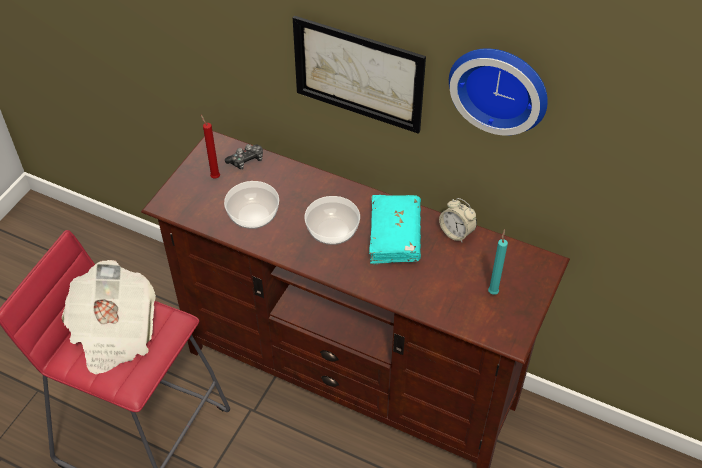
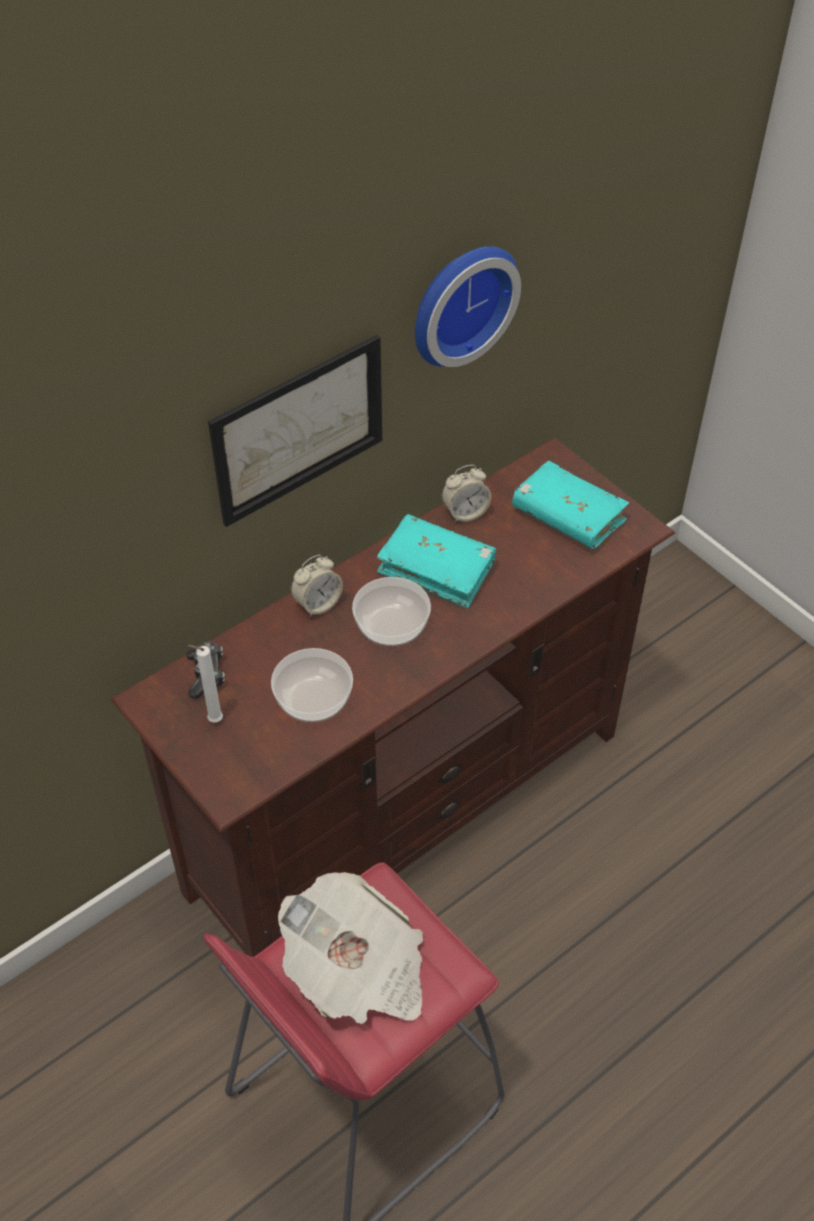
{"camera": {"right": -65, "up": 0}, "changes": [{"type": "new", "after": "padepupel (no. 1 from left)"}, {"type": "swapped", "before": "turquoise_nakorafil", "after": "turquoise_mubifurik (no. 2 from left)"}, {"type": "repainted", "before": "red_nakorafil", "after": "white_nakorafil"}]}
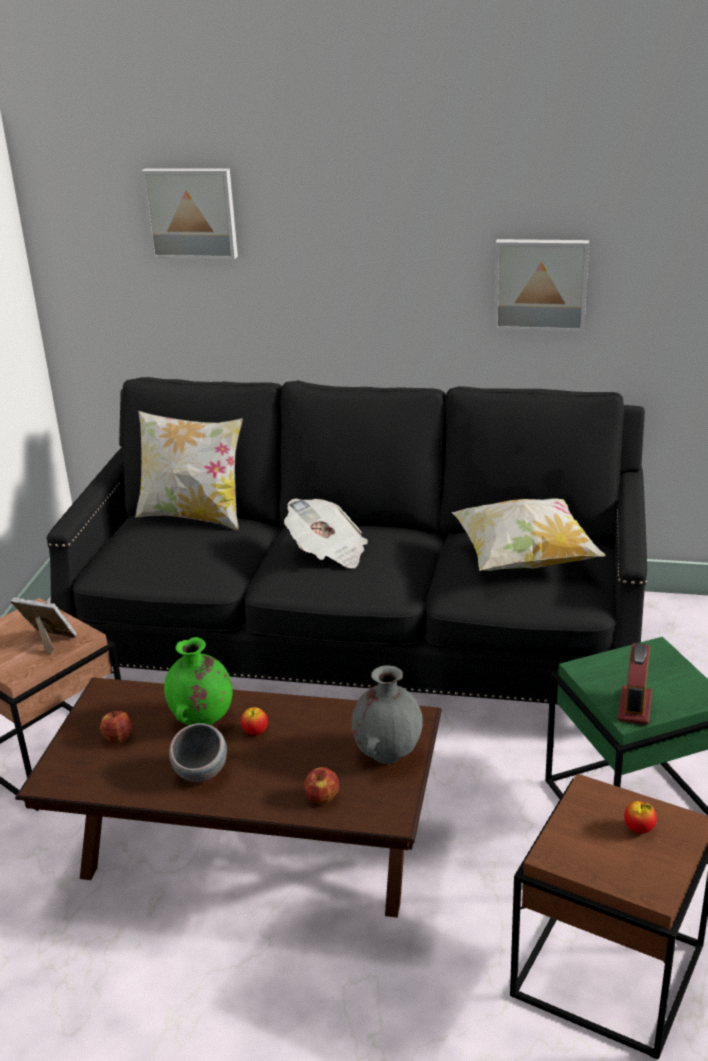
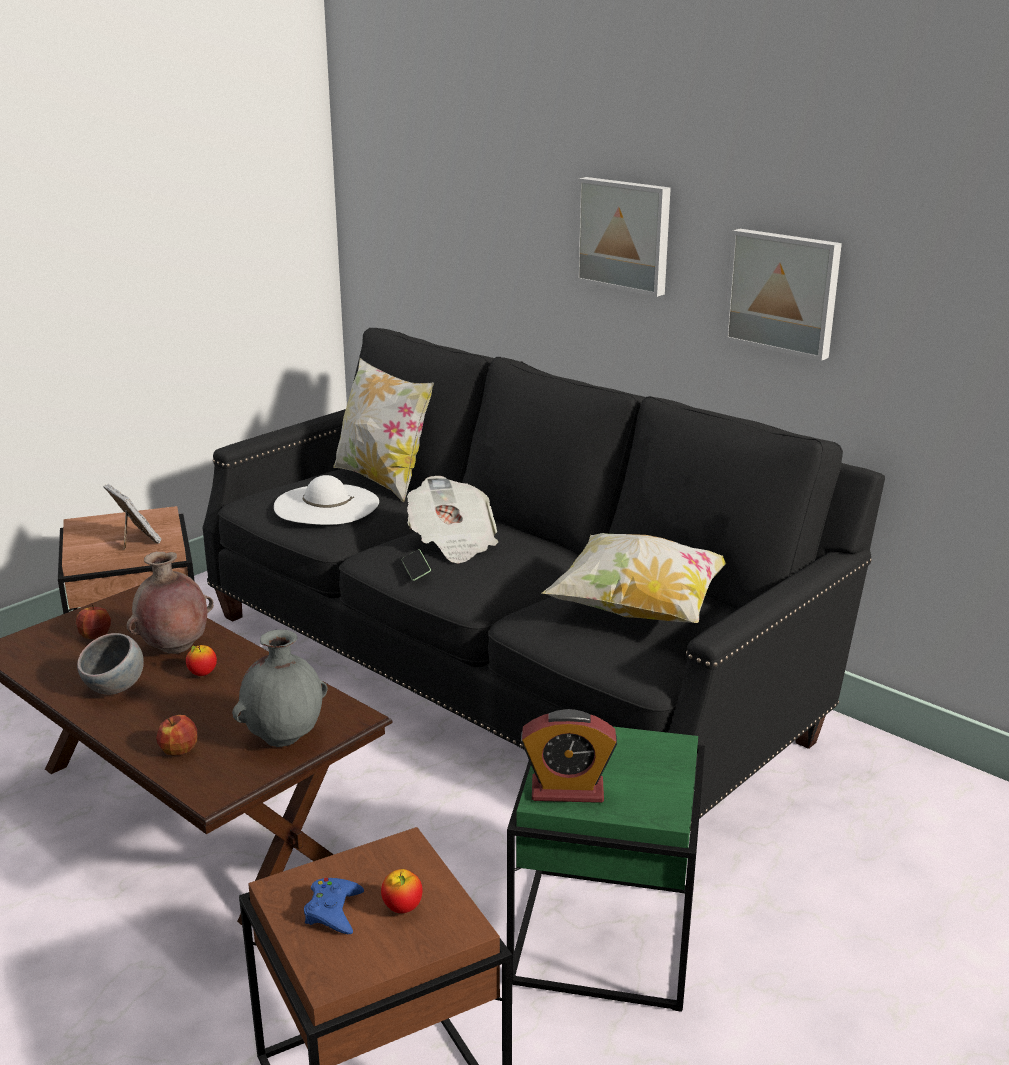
{"camera": {"right": 30, "up": -5}, "changes": [{"type": "new", "after": "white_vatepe"}, {"type": "new", "after": "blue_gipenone"}, {"type": "new", "after": "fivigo"}, {"type": "shifted", "before": "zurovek (no. 1 from left)"}, {"type": "repainted", "before": "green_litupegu", "after": "brown_litupegu"}, {"type": "rotated", "before": "padepupel", "turn": -135}]}
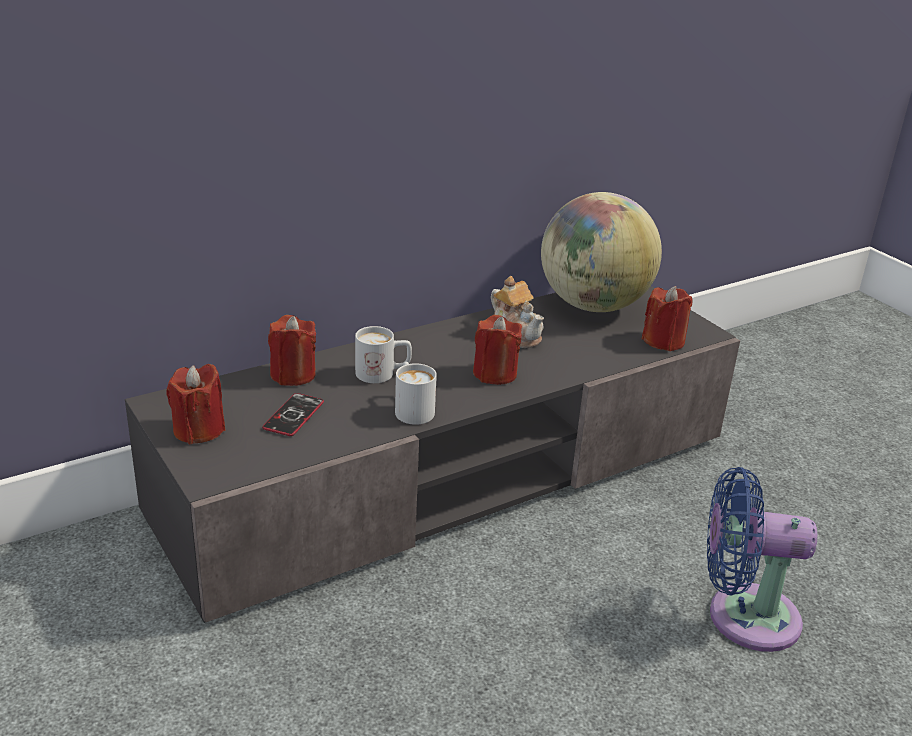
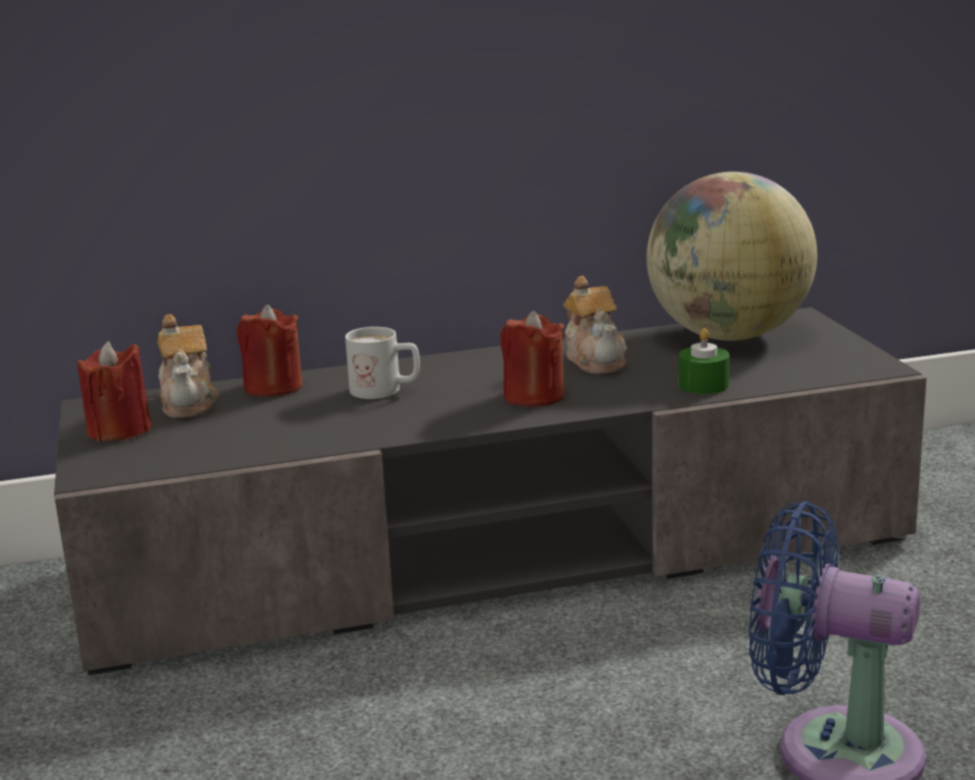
{"camera": {"right": 20, "up": -10}, "changes": [{"type": "gone", "before": "fivigo"}, {"type": "gone", "before": "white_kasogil (no. 2 from left)"}, {"type": "gone", "before": "red_nakorafil (no. 4 from left)"}, {"type": "new", "after": "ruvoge (no. 1 from left)"}, {"type": "new", "after": "green_nakorafil"}]}
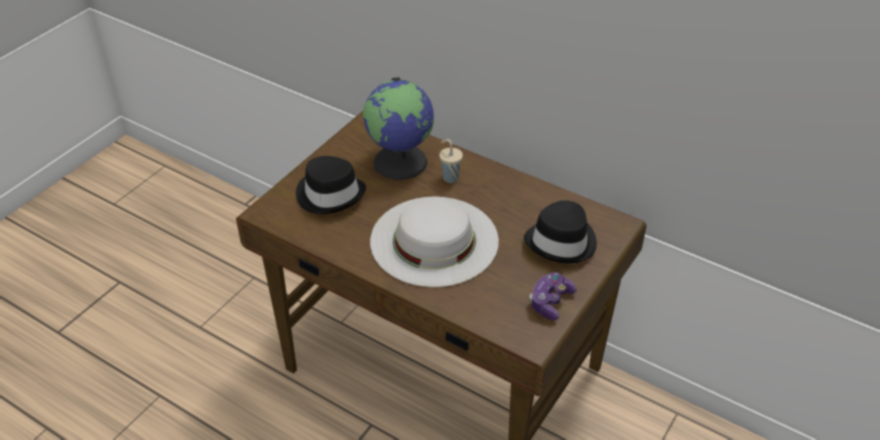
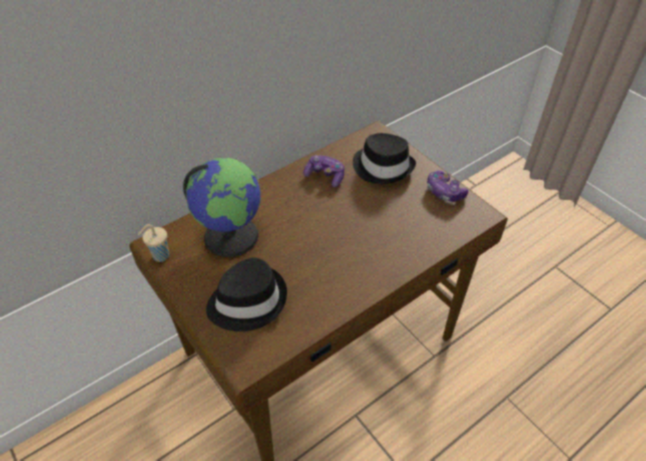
{"camera": {"right": -70, "up": 5}, "changes": [{"type": "gone", "before": "white_vatepe"}, {"type": "new", "after": "gipenone (no. 1 from left)"}, {"type": "shifted", "before": "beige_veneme"}]}
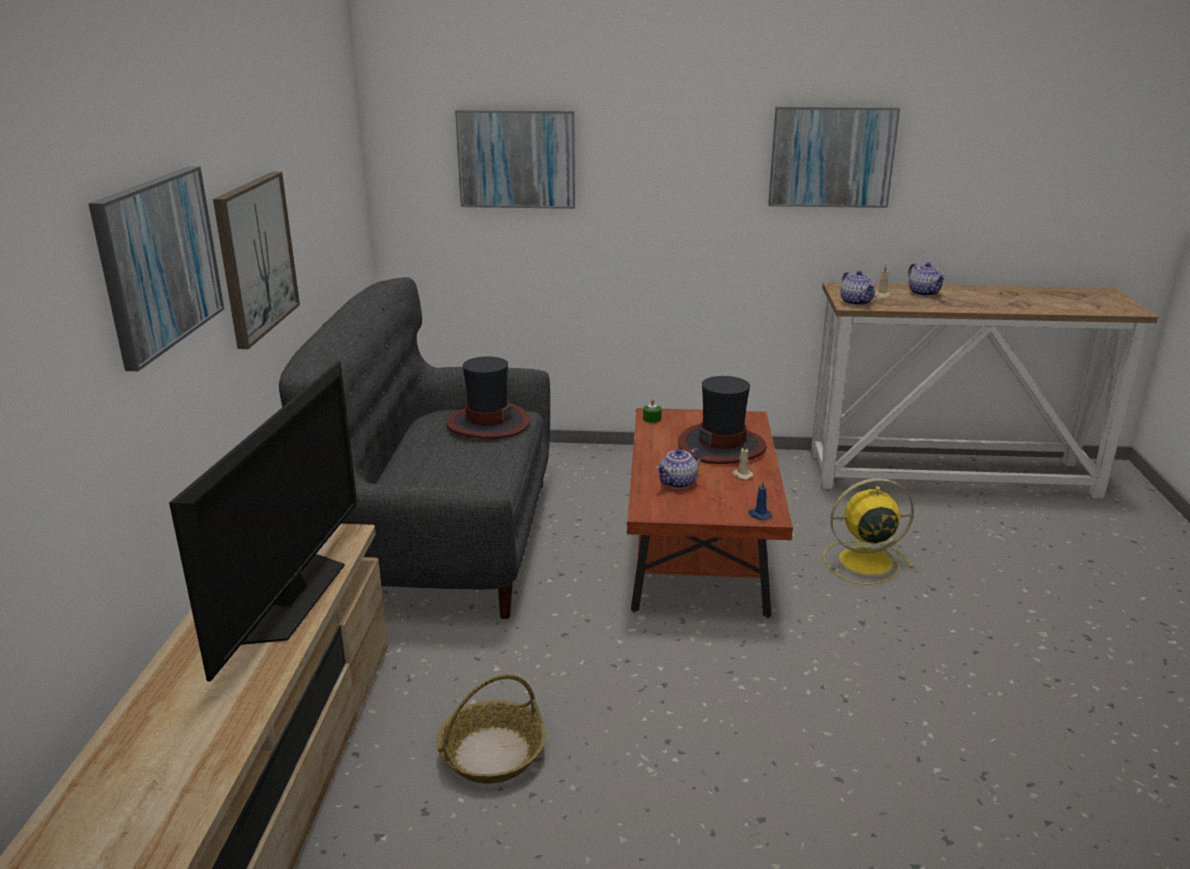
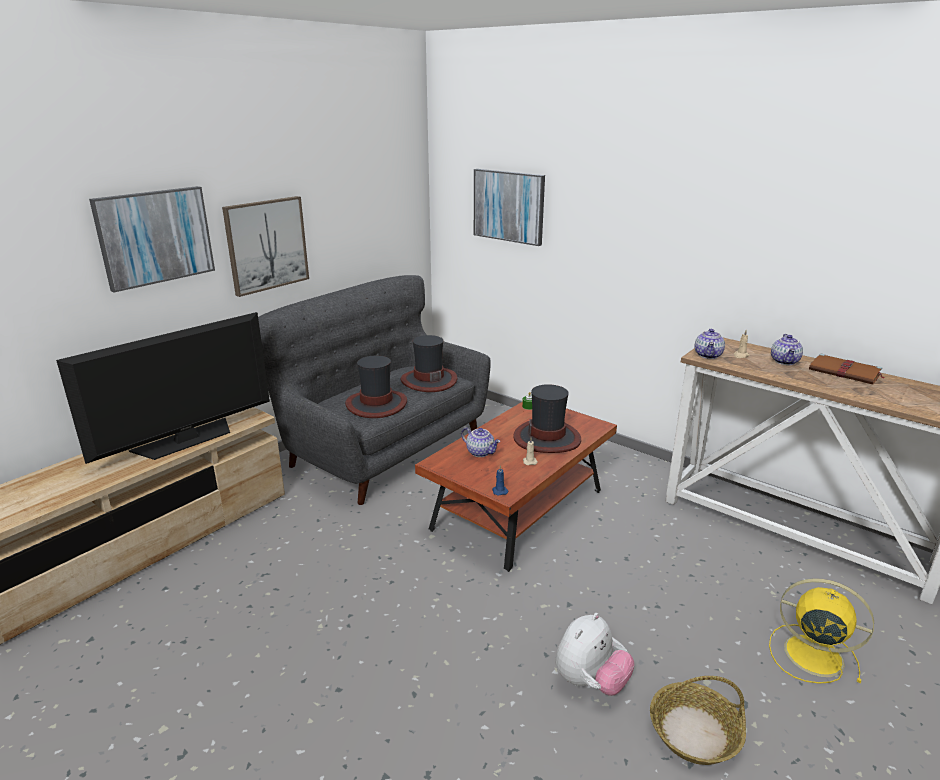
{"camera": {"right": 35, "up": 0}, "changes": [{"type": "gone", "before": "zurovek (no. 4 from left)"}, {"type": "new", "after": "vatepe (no. 1 from left)"}, {"type": "new", "after": "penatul"}, {"type": "new", "after": "brown_mubifurik"}, {"type": "shifted", "before": "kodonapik"}, {"type": "shifted", "before": "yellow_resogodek"}, {"type": "rotated", "before": "ruvoge (no. 1 from left)", "turn": -135}]}
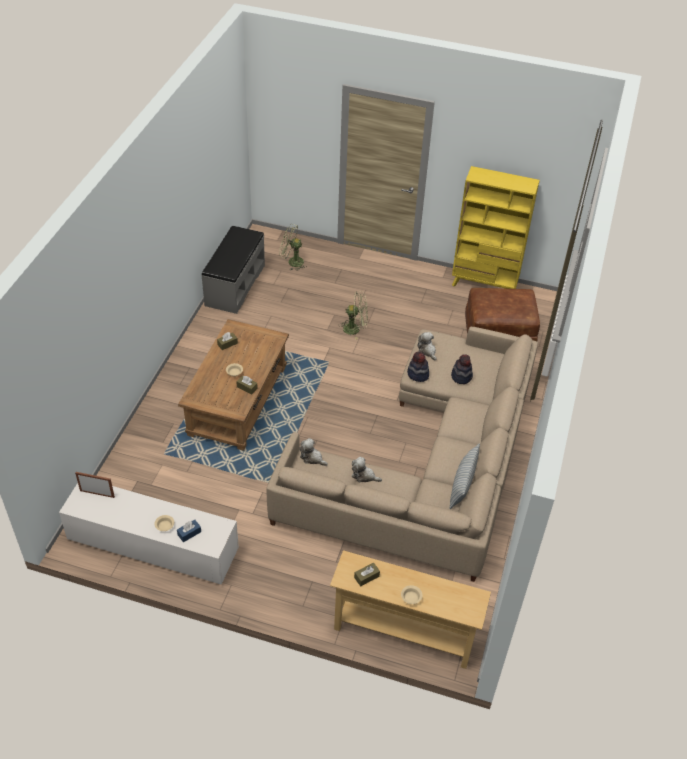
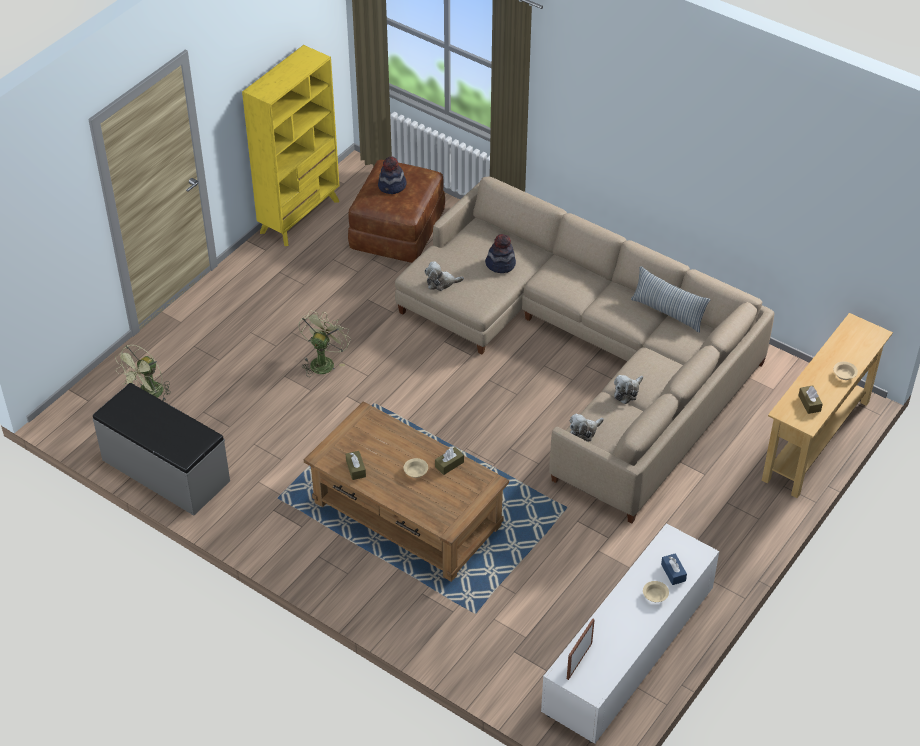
{"camera": {"right": -70, "up": 0}, "changes": [{"type": "shifted", "before": "vatepe (no. 1 from left)"}]}
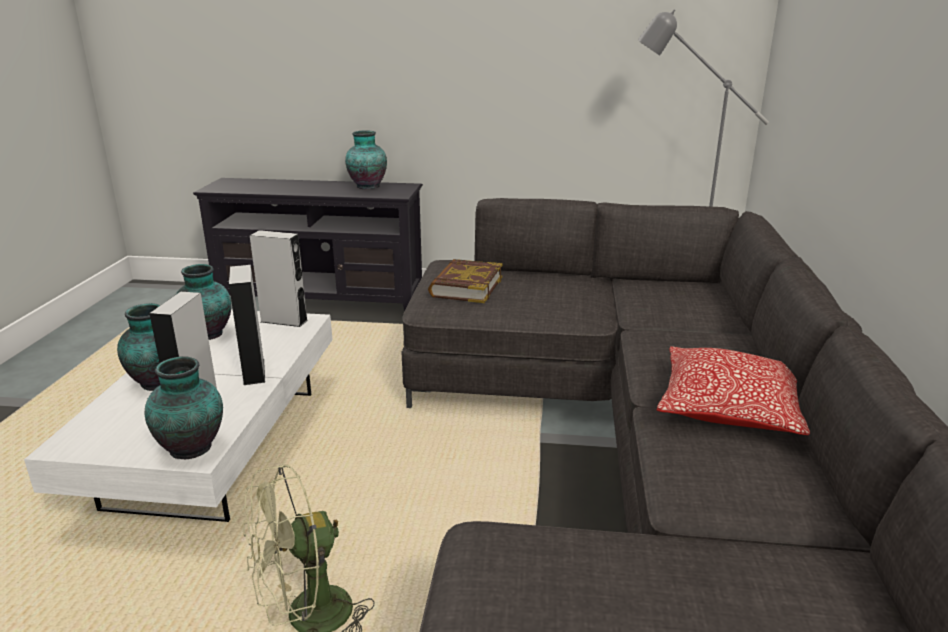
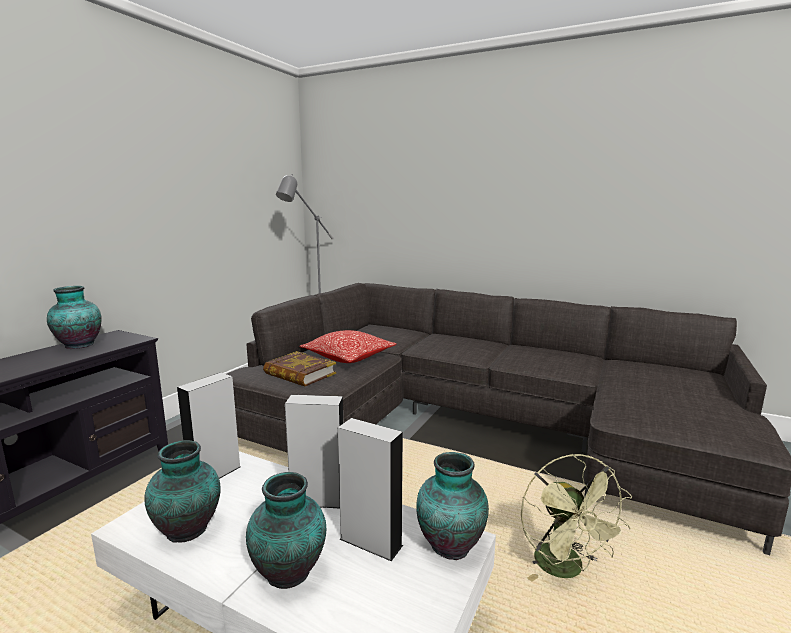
{"camera": {"right": -70, "up": -10}, "changes": [{"type": "shifted", "before": "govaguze"}]}
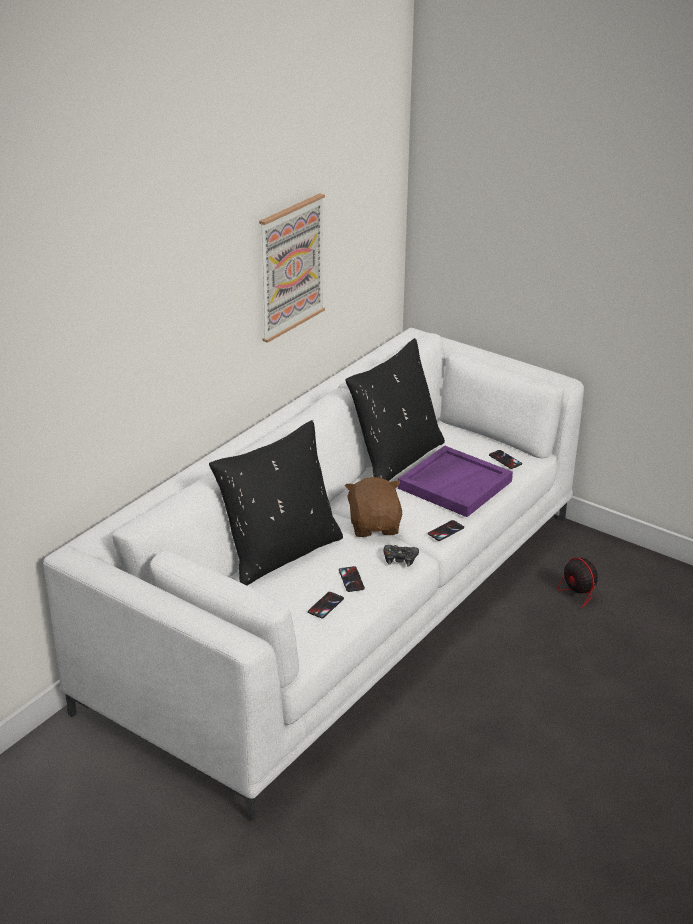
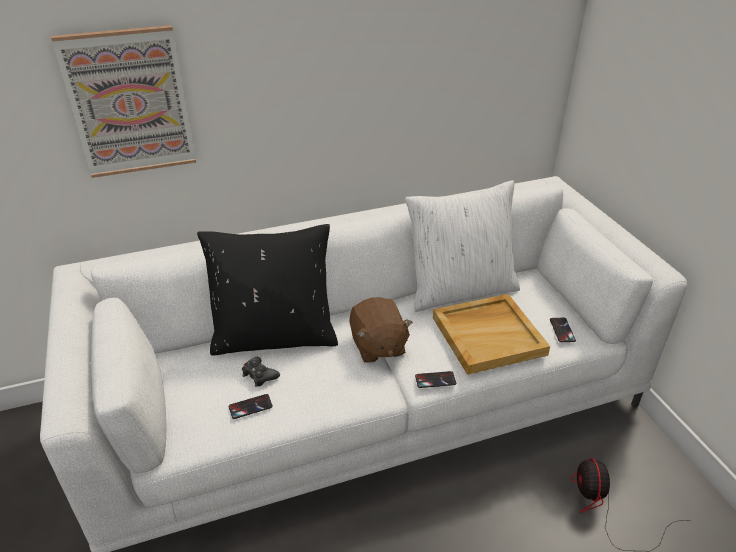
{"camera": {"right": 35, "up": 5}, "changes": [{"type": "gone", "before": "fivigo (no. 2 from left)"}, {"type": "shifted", "before": "zurovek"}, {"type": "shifted", "before": "black_gipenone"}, {"type": "repainted", "before": "black_govaguze (no. 2 from left)", "after": "white_govaguze"}, {"type": "repainted", "before": "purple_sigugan", "after": "beige_sigugan"}, {"type": "rotated", "before": "brown_penatul", "turn": 135}]}
